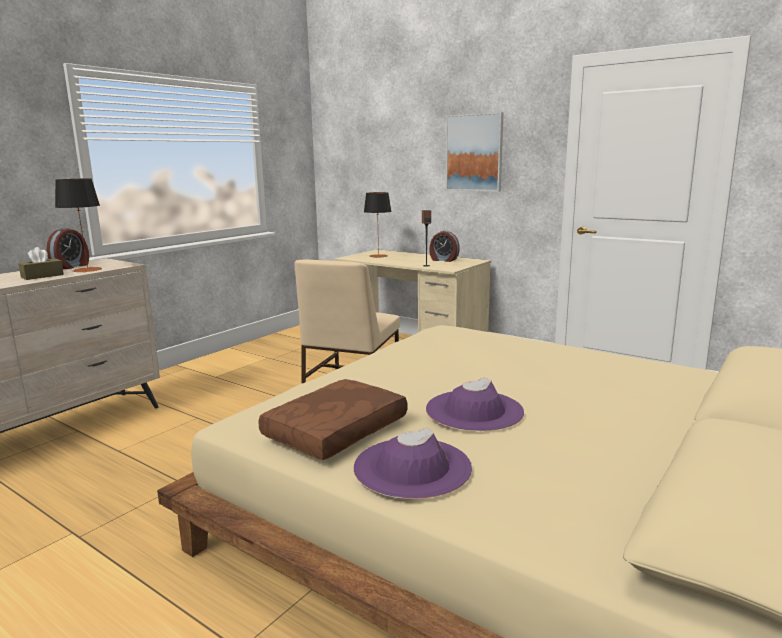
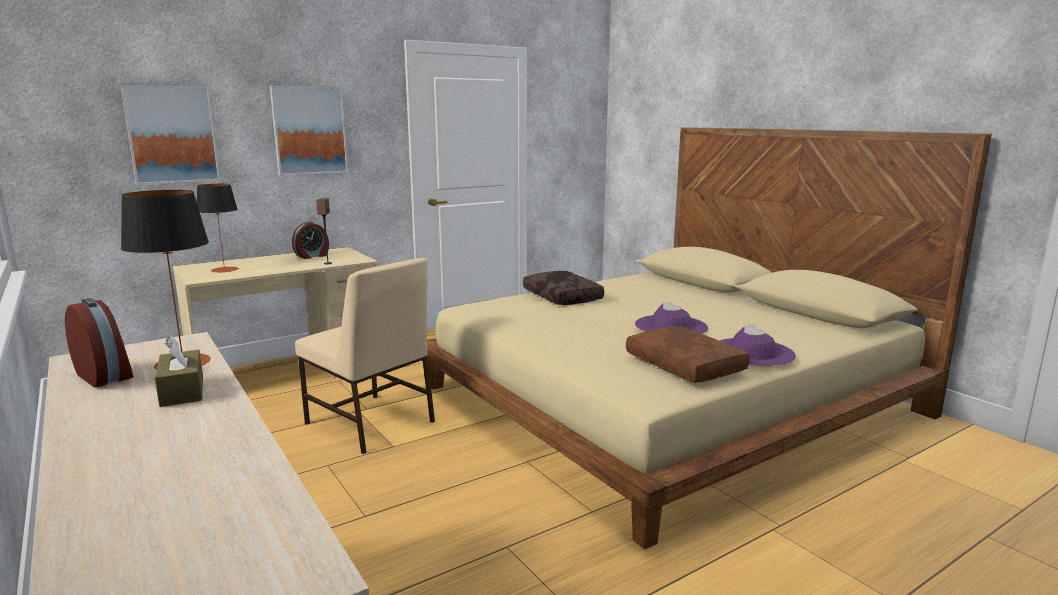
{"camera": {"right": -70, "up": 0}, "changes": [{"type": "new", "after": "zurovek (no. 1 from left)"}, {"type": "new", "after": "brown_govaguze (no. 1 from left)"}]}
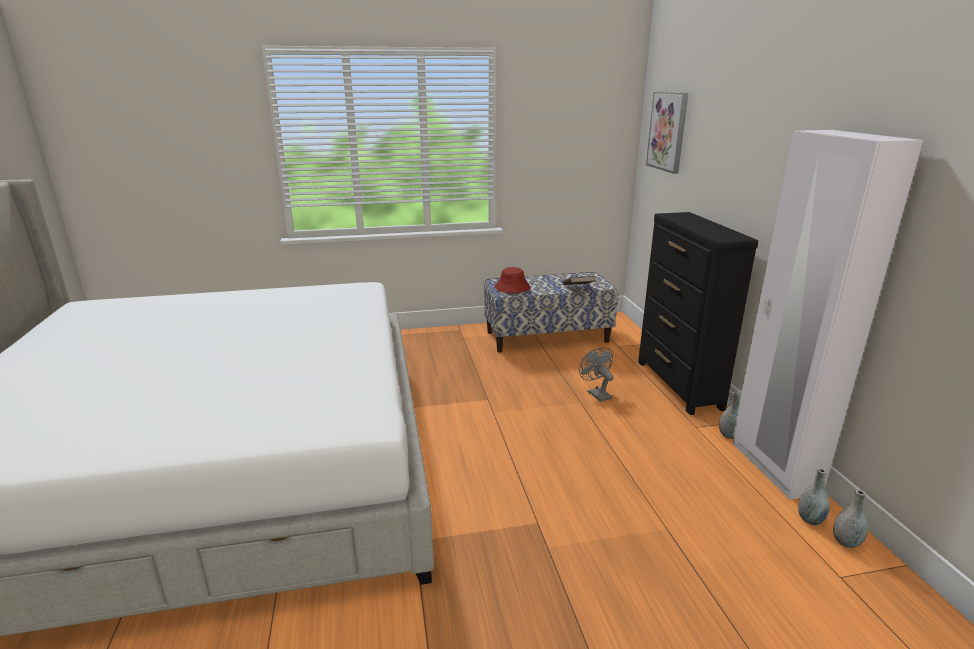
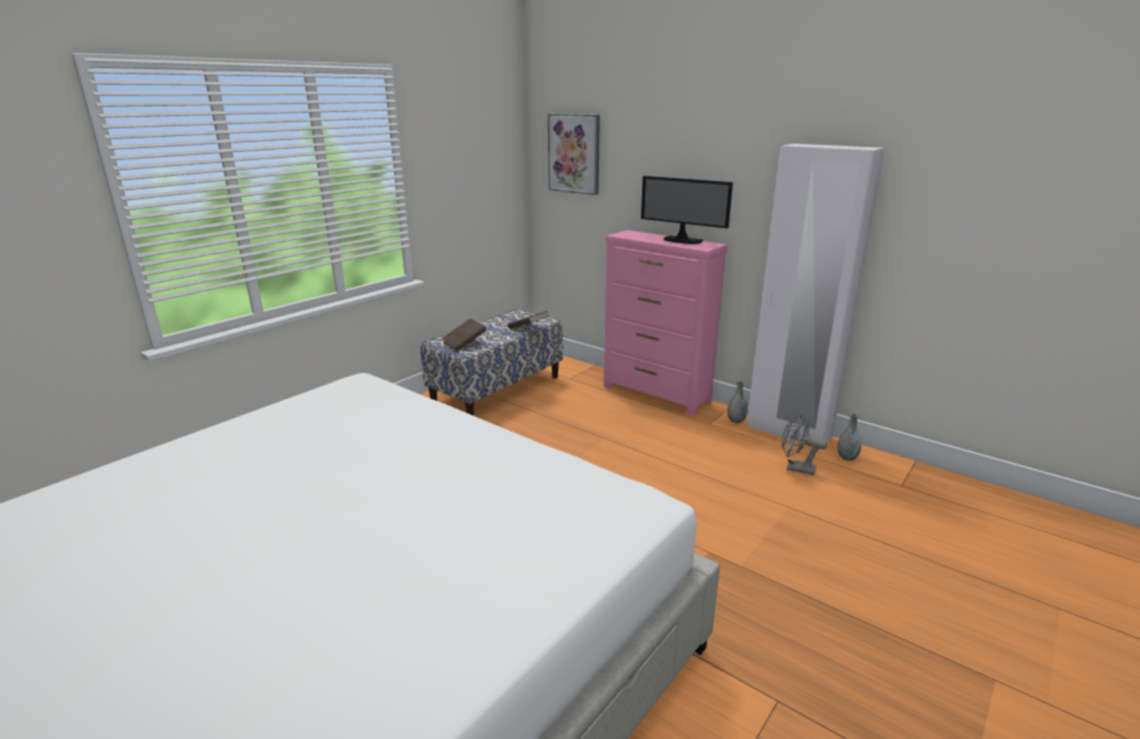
{"camera": {"right": -40, "up": 0}, "changes": [{"type": "gone", "before": "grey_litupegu (no. 3 from left)"}, {"type": "new", "after": "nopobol"}, {"type": "shifted", "before": "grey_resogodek"}, {"type": "swapped", "before": "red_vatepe", "after": "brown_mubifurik (no. 1 from left)"}, {"type": "repainted", "before": "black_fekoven", "after": "pink_fekoven"}]}
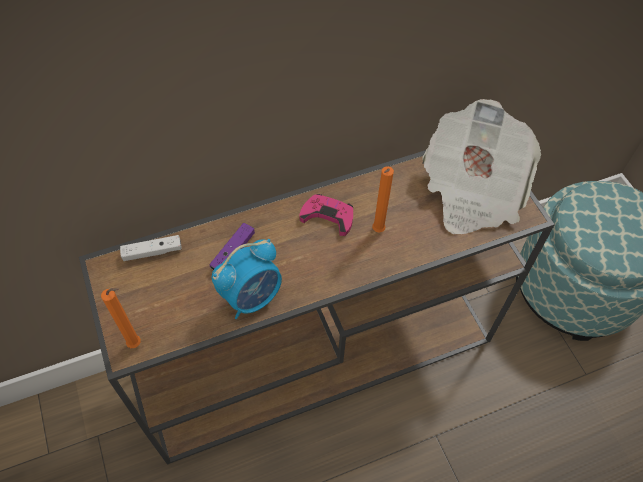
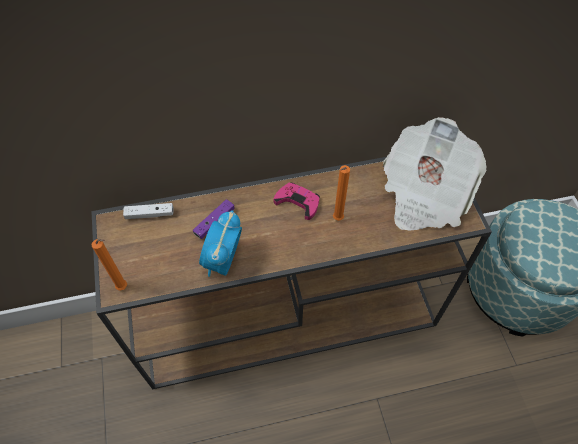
{"camera": {"right": 10, "up": 0}, "changes": [{"type": "rotated", "before": "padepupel", "turn": 135}]}
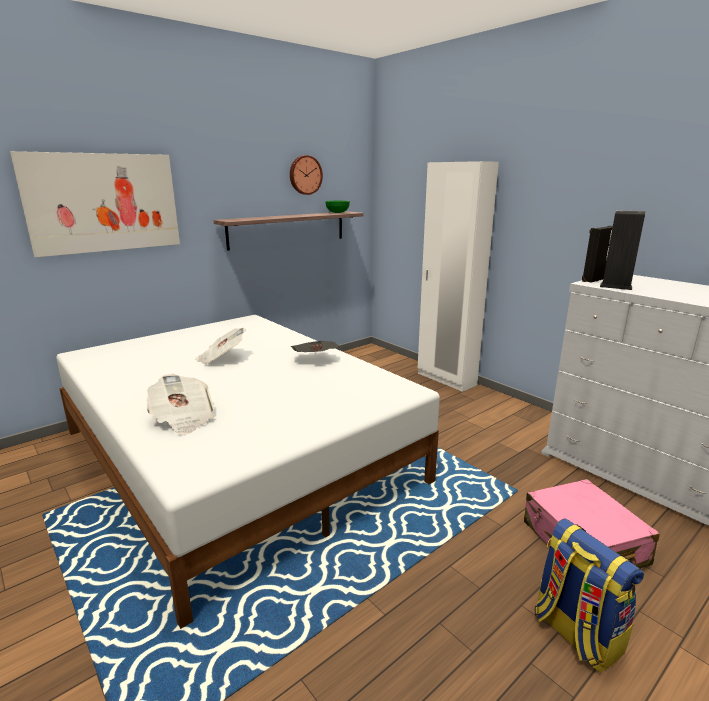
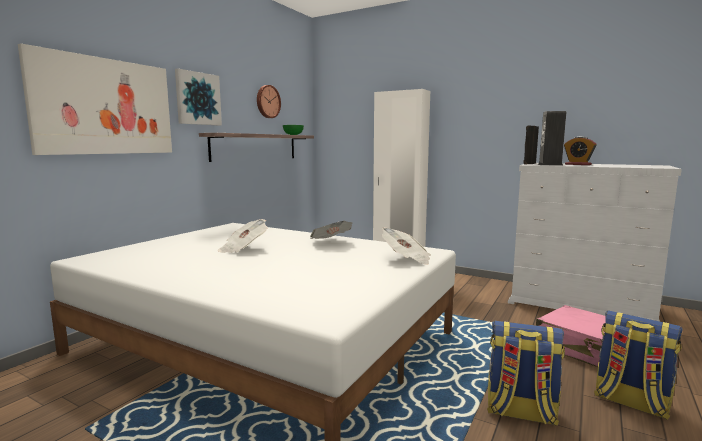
{"camera": {"right": -20, "up": -10}, "changes": [{"type": "new", "after": "zurovek (no. 2 from left)"}, {"type": "new", "after": "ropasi (no. 1 from left)"}, {"type": "new", "after": "padepupel"}, {"type": "shifted", "before": "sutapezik (no. 1 from left in the first image)", "after": "sutapezik (no. 3 from left)"}]}
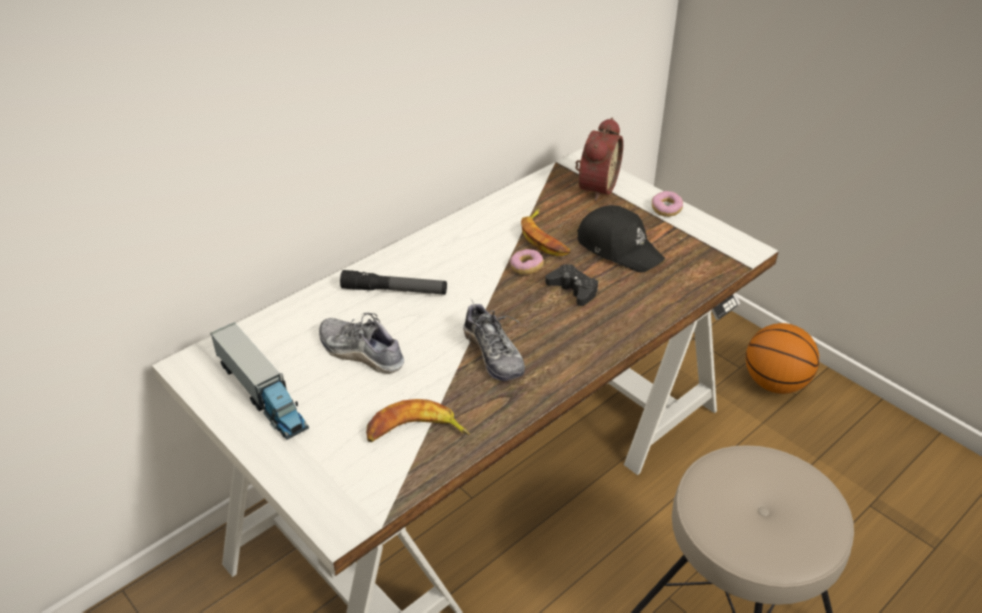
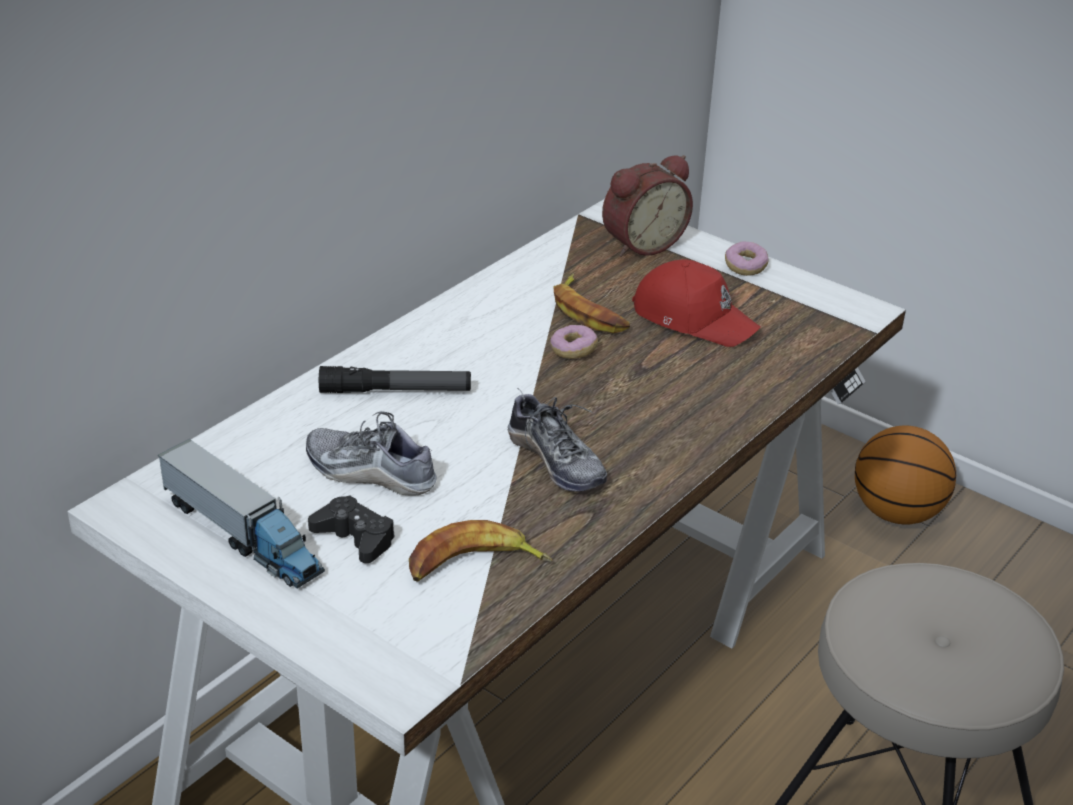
{"camera": {"right": -10, "up": -5}, "changes": [{"type": "shifted", "before": "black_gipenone"}, {"type": "repainted", "before": "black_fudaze", "after": "red_fudaze"}, {"type": "rotated", "before": "padepupel", "turn": 45}]}
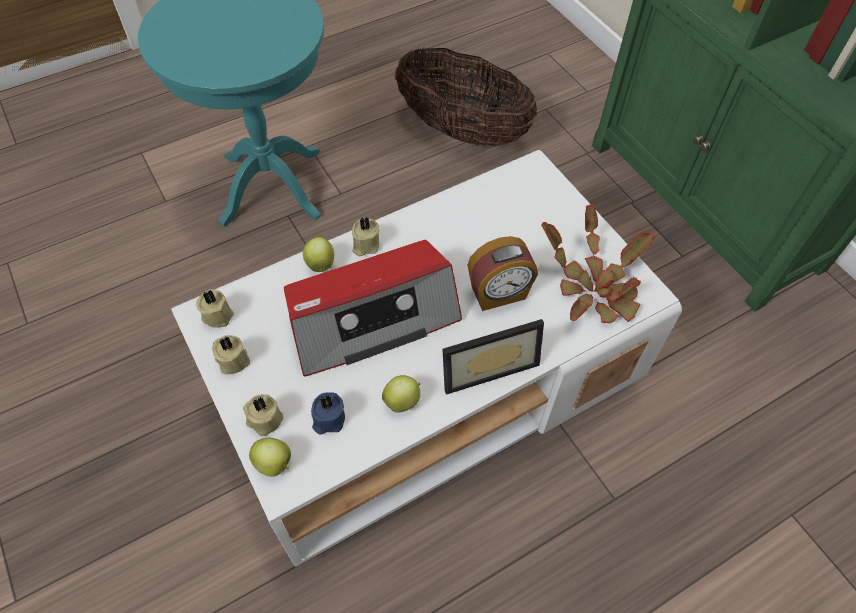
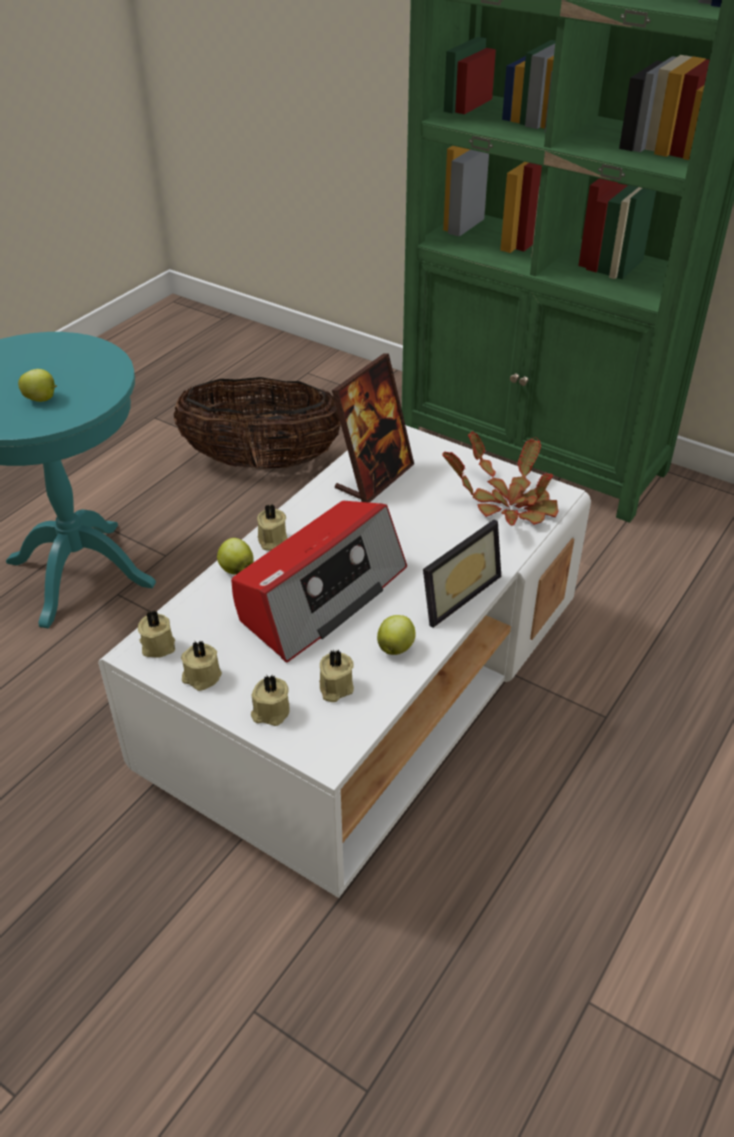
{"camera": {"right": -25, "up": -15}, "changes": [{"type": "gone", "before": "padepupel"}, {"type": "new", "after": "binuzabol (no. 1 from left)"}, {"type": "shifted", "before": "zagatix (no. 1 from left)"}, {"type": "repainted", "before": "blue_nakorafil", "after": "beige_nakorafil (no. 5 from left)"}]}
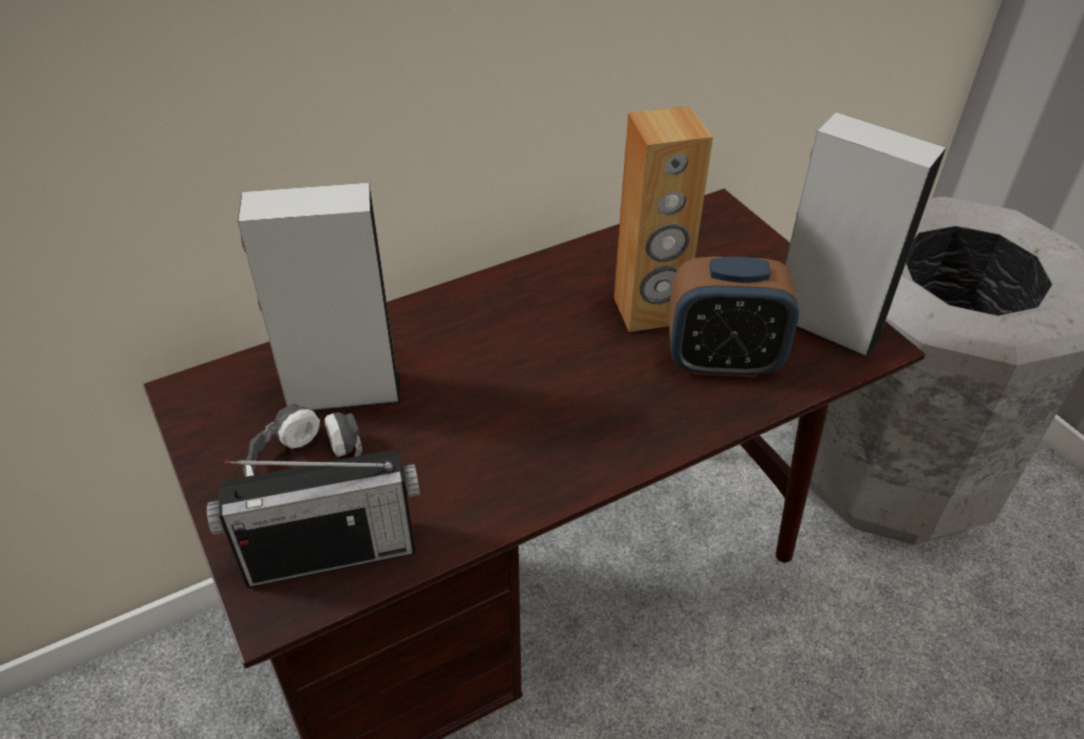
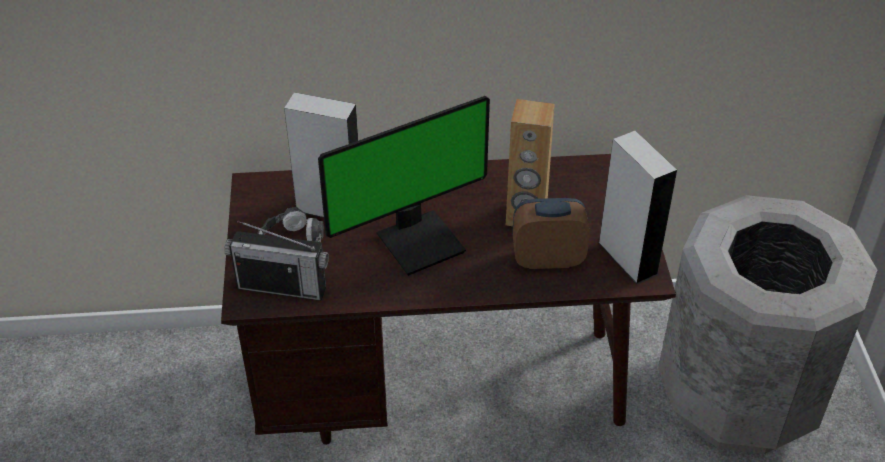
{"camera": {"right": 25, "up": 0}, "changes": [{"type": "new", "after": "nopobol"}, {"type": "rotated", "before": "padepupel", "turn": 150}]}
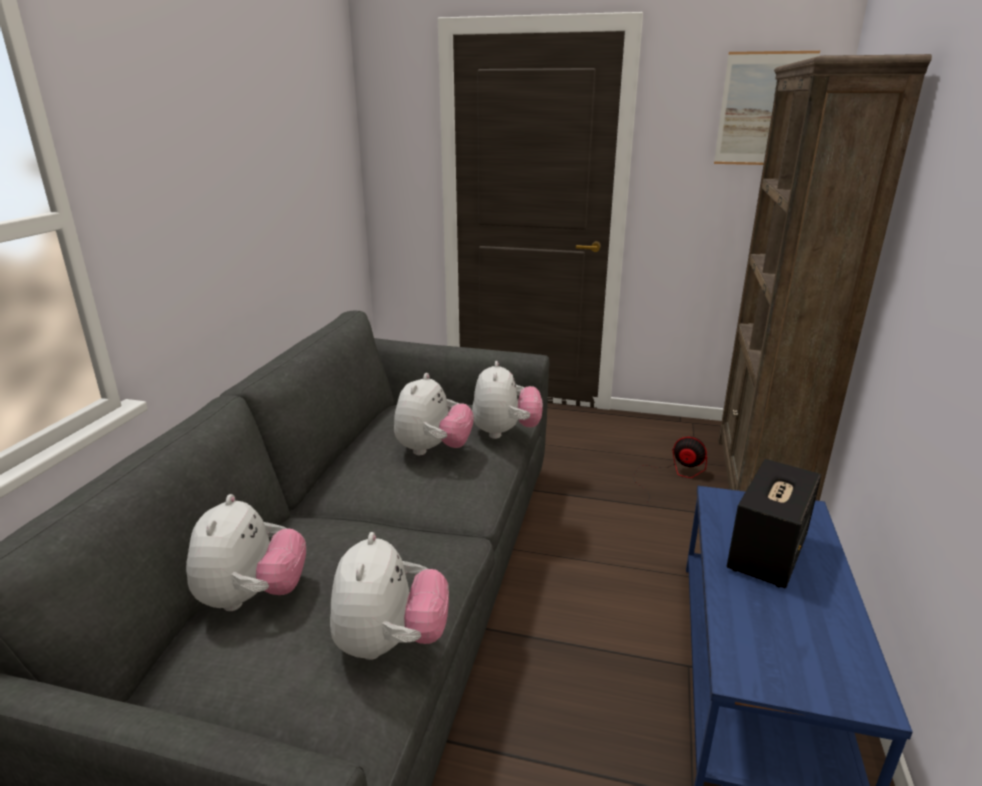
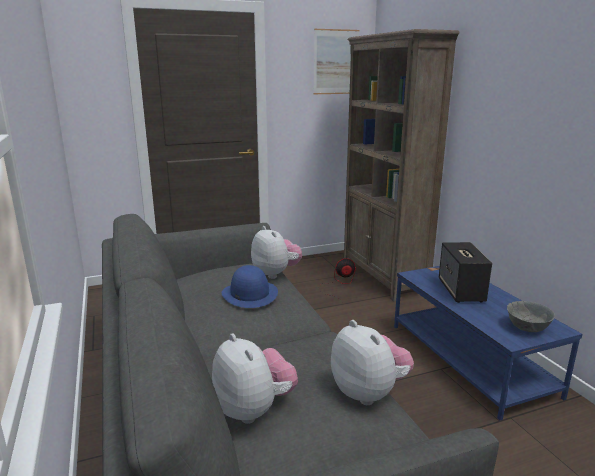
{"camera": {"right": -35, "up": -5}, "changes": [{"type": "new", "after": "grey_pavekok"}, {"type": "swapped", "before": "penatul (no. 3 from left)", "after": "blue_vatepe"}]}
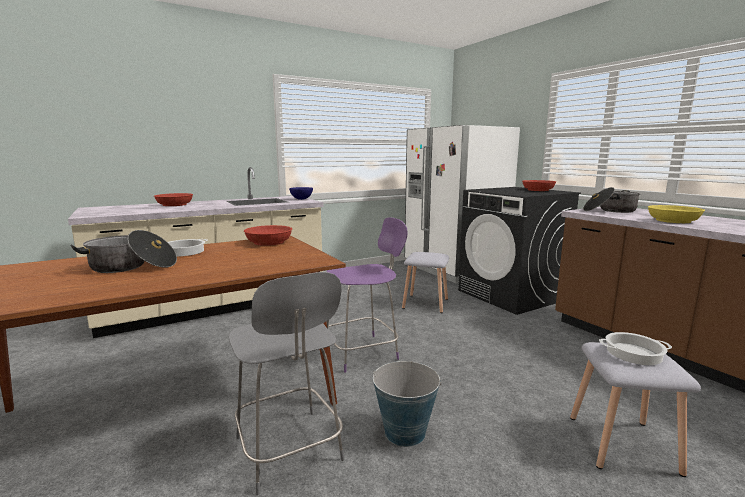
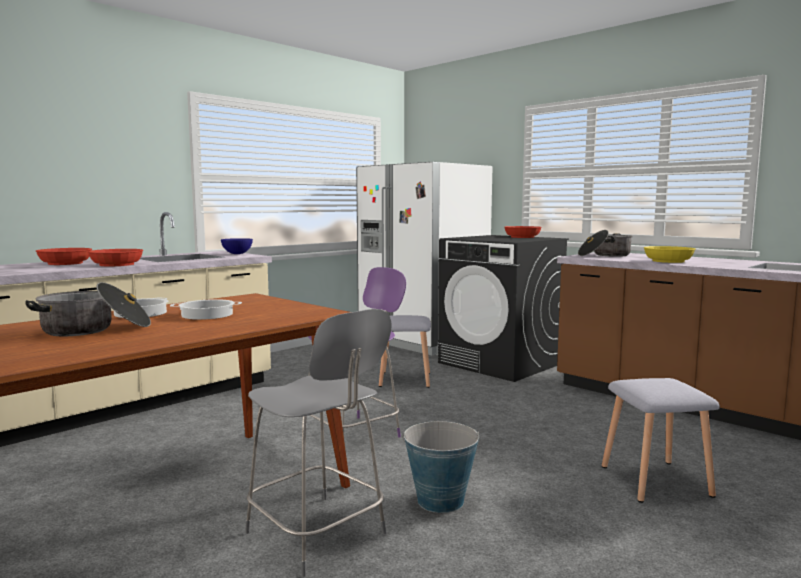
{"camera": {"right": -15, "up": -5}, "changes": [{"type": "shifted", "before": "red_pavekok (no. 2 from left)"}, {"type": "shifted", "before": "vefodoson (no. 4 from left in the first image)", "after": "vefodoson (no. 3 from left)"}]}
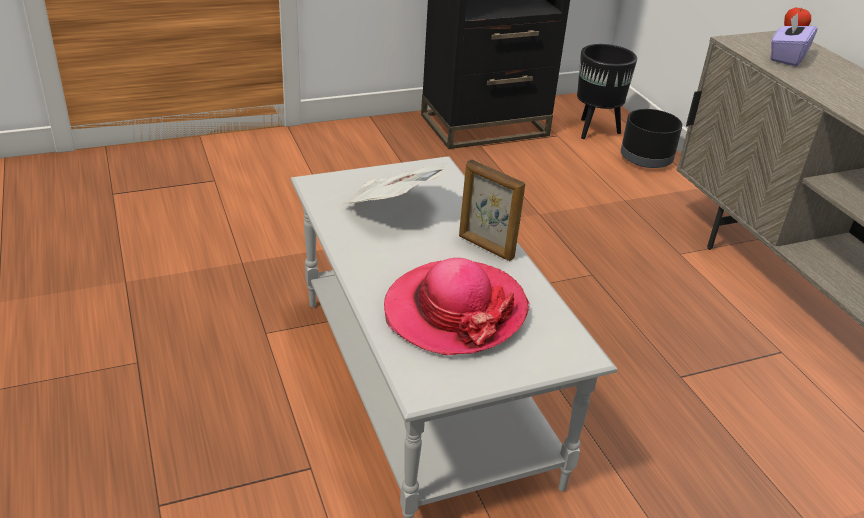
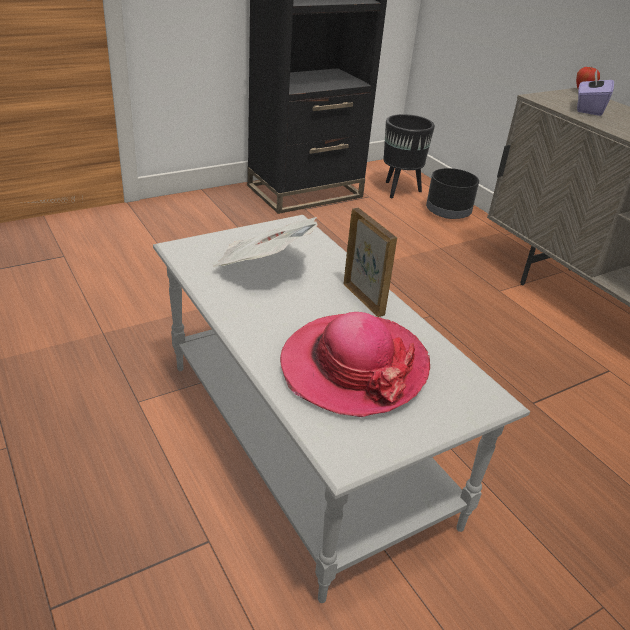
{"camera": {"right": -10, "up": 0}, "changes": [{"type": "rotated", "before": "binuzabol", "turn": -150}]}
